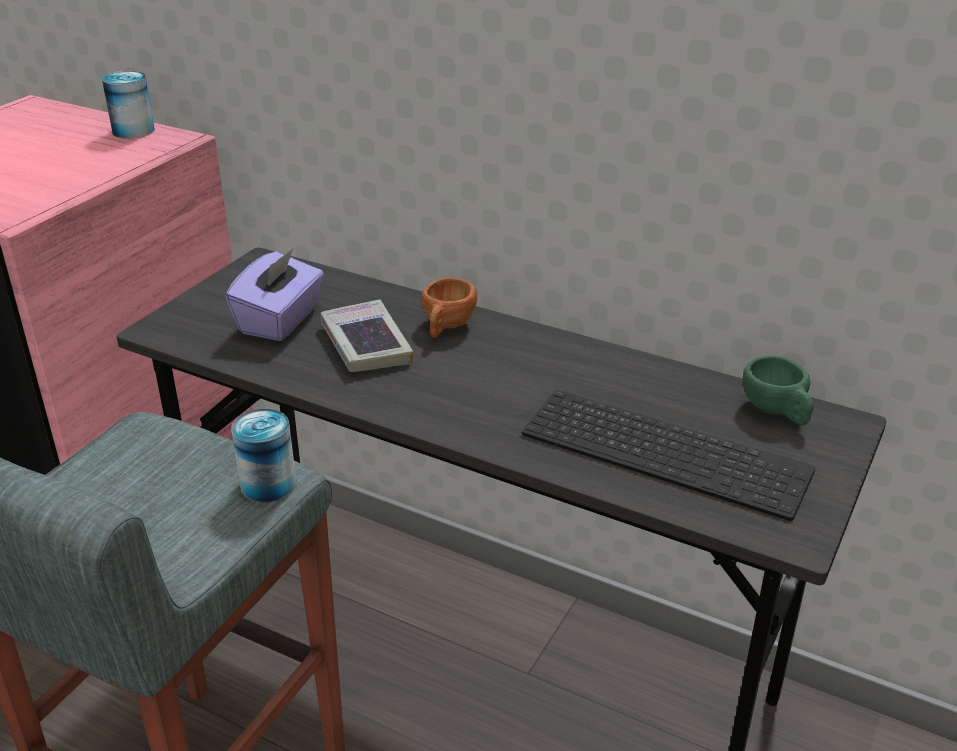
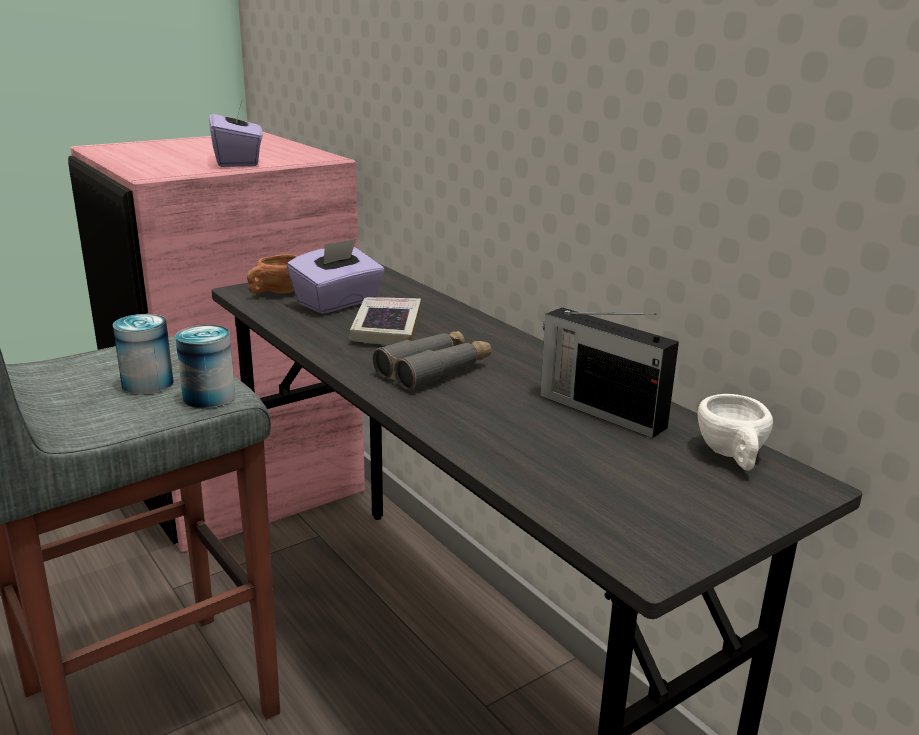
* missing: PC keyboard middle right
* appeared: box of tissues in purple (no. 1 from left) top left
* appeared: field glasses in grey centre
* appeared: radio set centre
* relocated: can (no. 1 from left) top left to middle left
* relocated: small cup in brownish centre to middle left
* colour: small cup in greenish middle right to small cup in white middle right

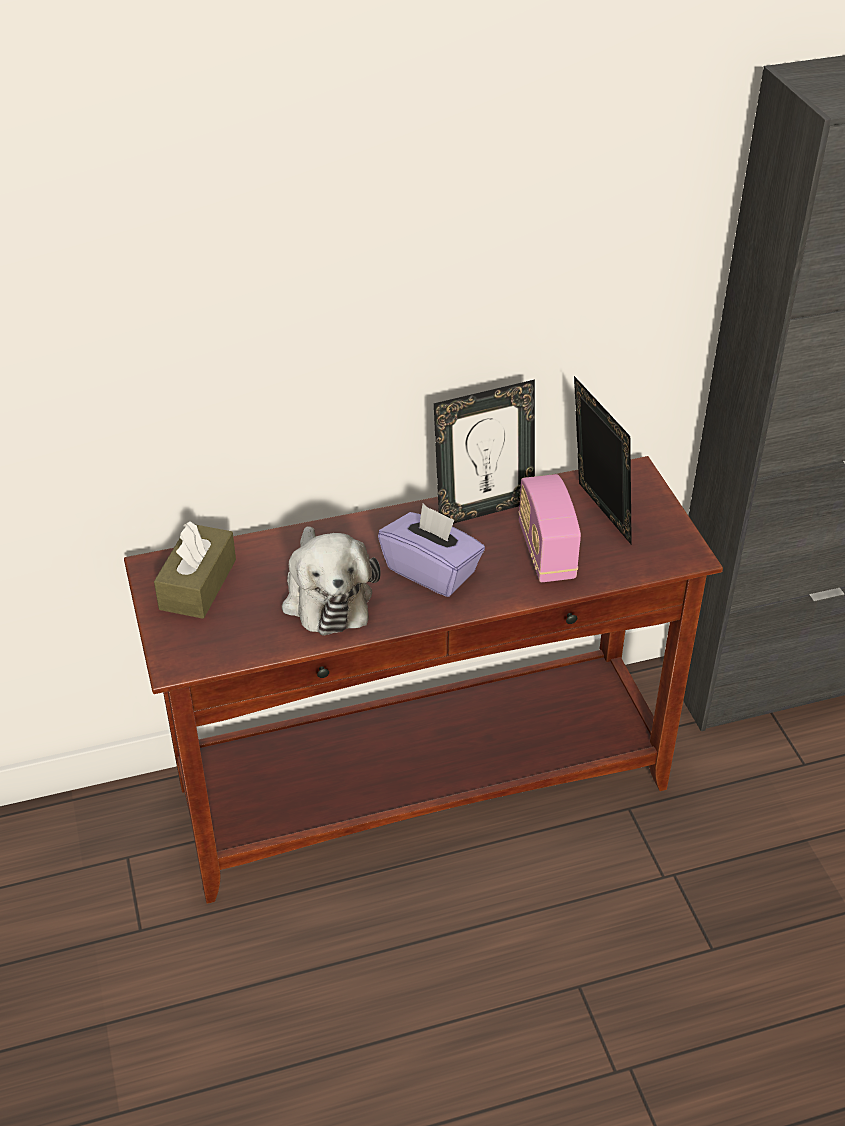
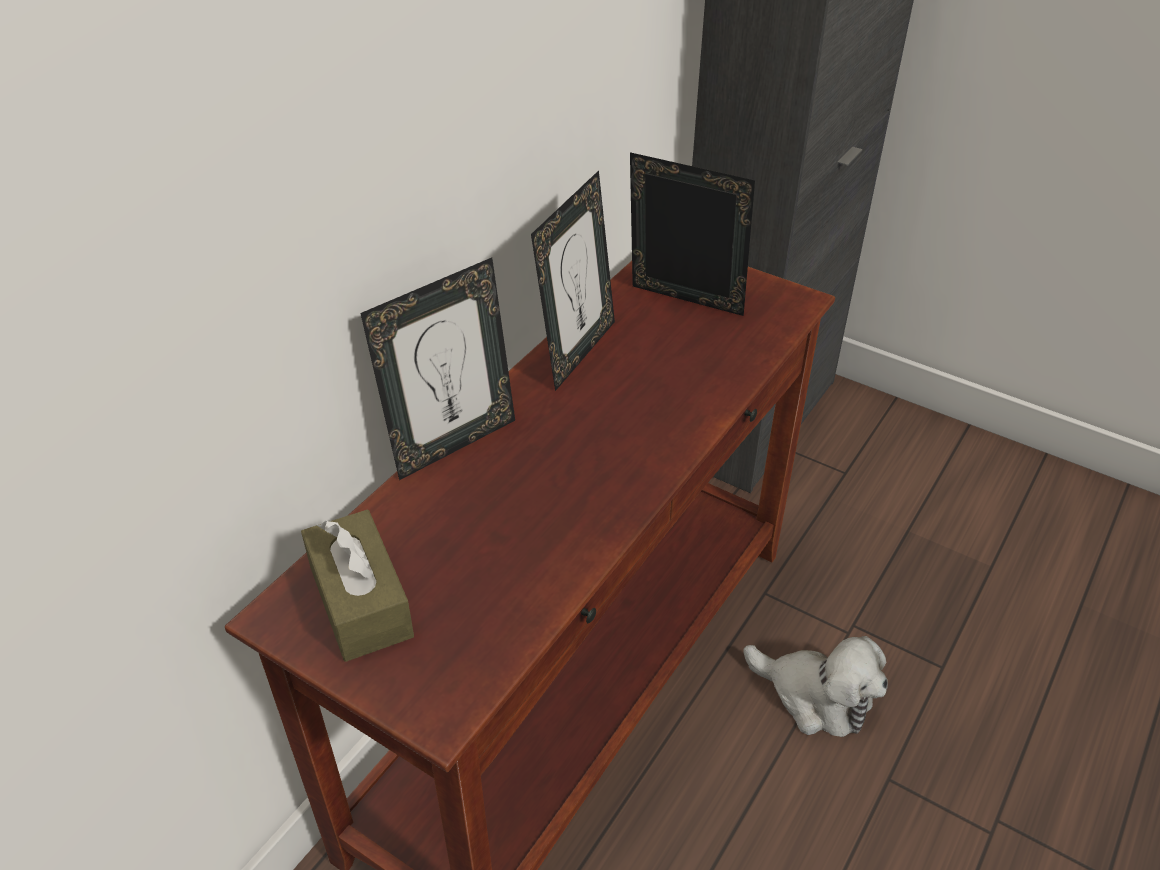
* missing: box of tissues in purple centre
* missing: radio set centre
* appeared: photo frame (no. 1 from left) centre
* relocated: cuddly toy centre to bottom right

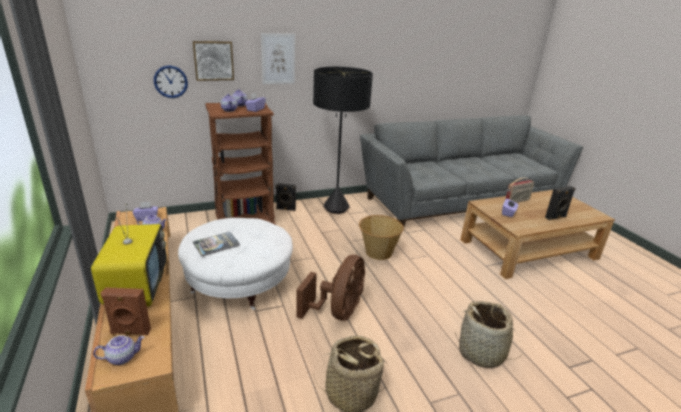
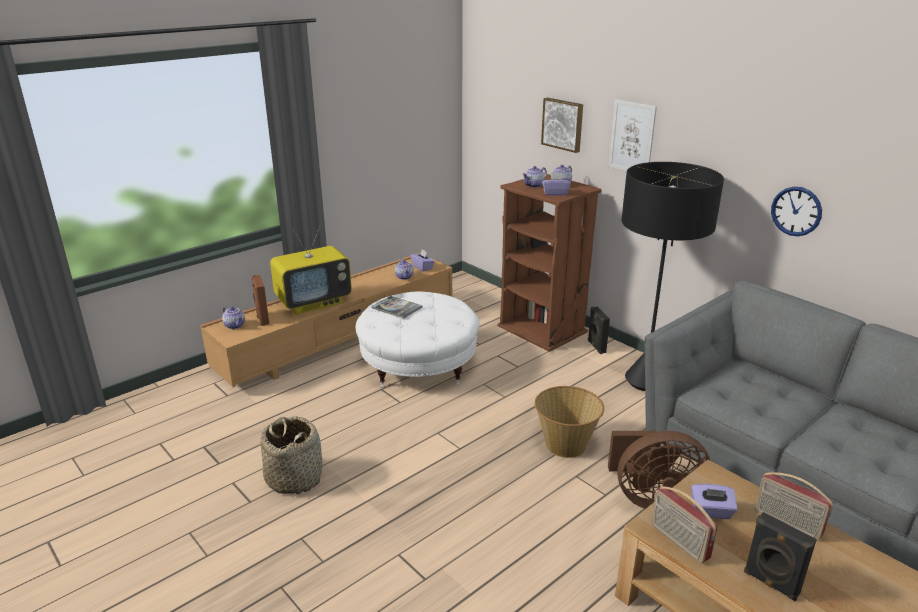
* missing: storage basket (no. 3 from left) bottom right
* appeared: radio set (no. 1 from left) bottom right
* relocated: clock on the wall top left to middle right
* relocated: fan in brownish bottom centre to bottom right

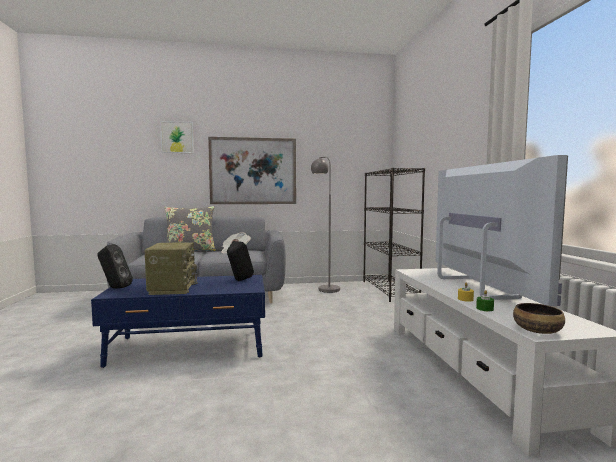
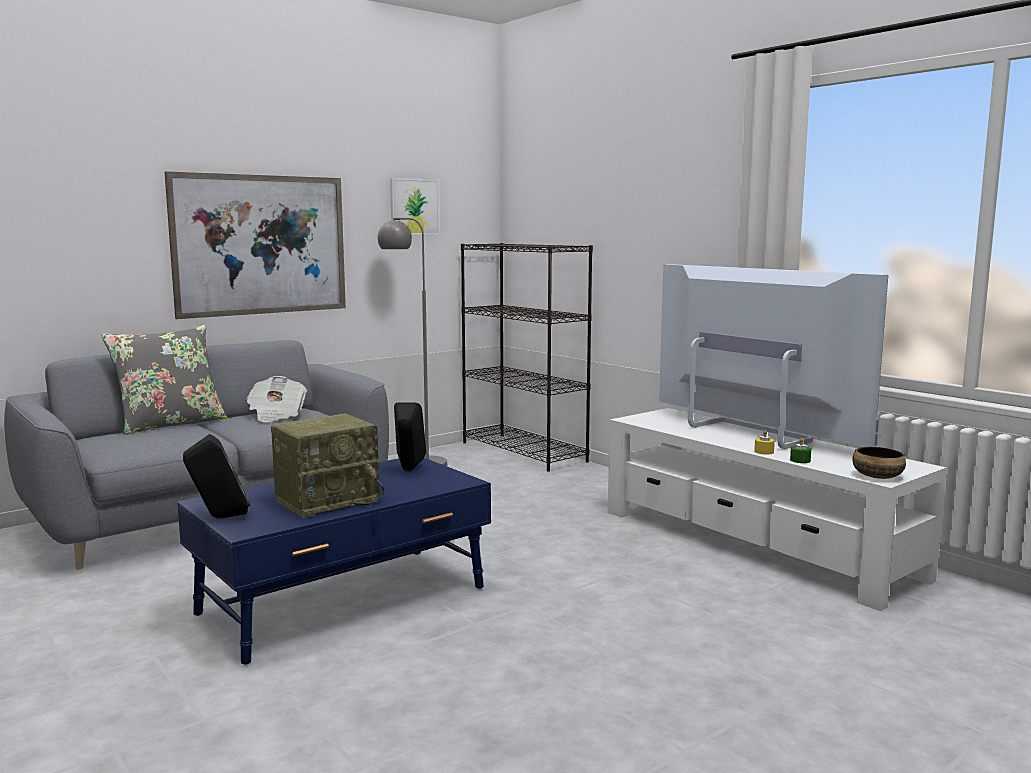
* relocated: picture (no. 1 from left in the first image) top left to picture (no. 2 from left) top centre
* spun: radio set middle left = middle left 90 degrees clockwise

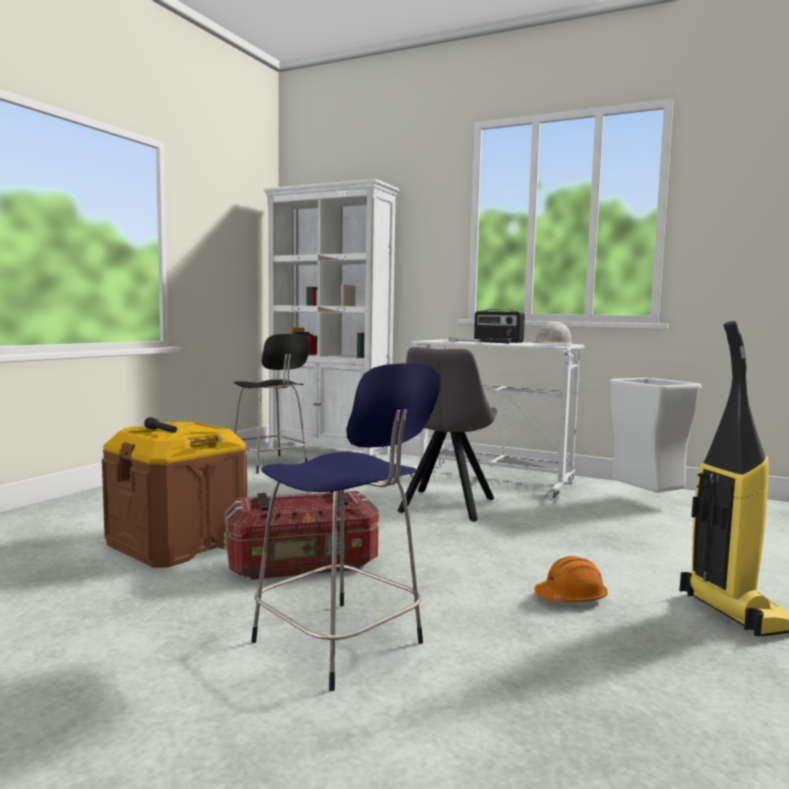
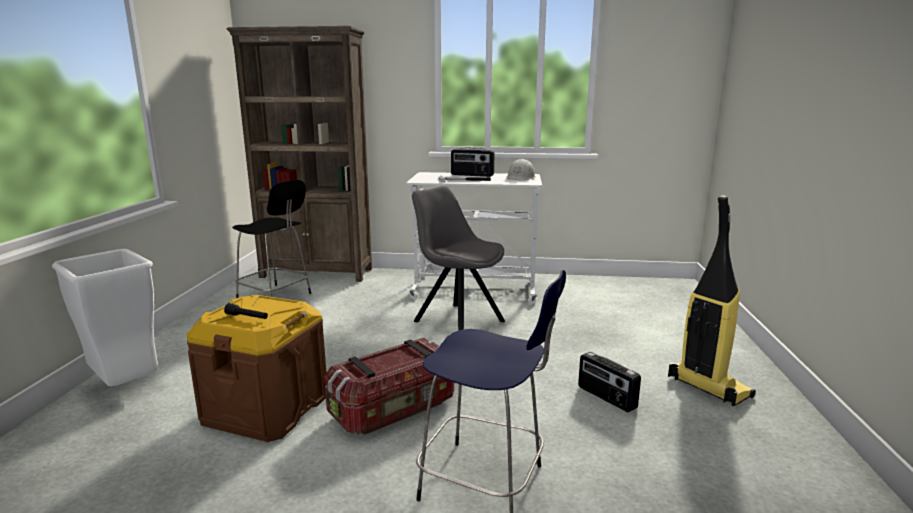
* relocated: rubbish bin in white middle right to middle left
* exchanged: hard hat in orangey bottom right to radio set (no. 2 from left) bottom right
* colour: bookcase in white centre to bookcase in brownish top left
* spun: upright chair in grey centre = centre 135 degrees clockwise

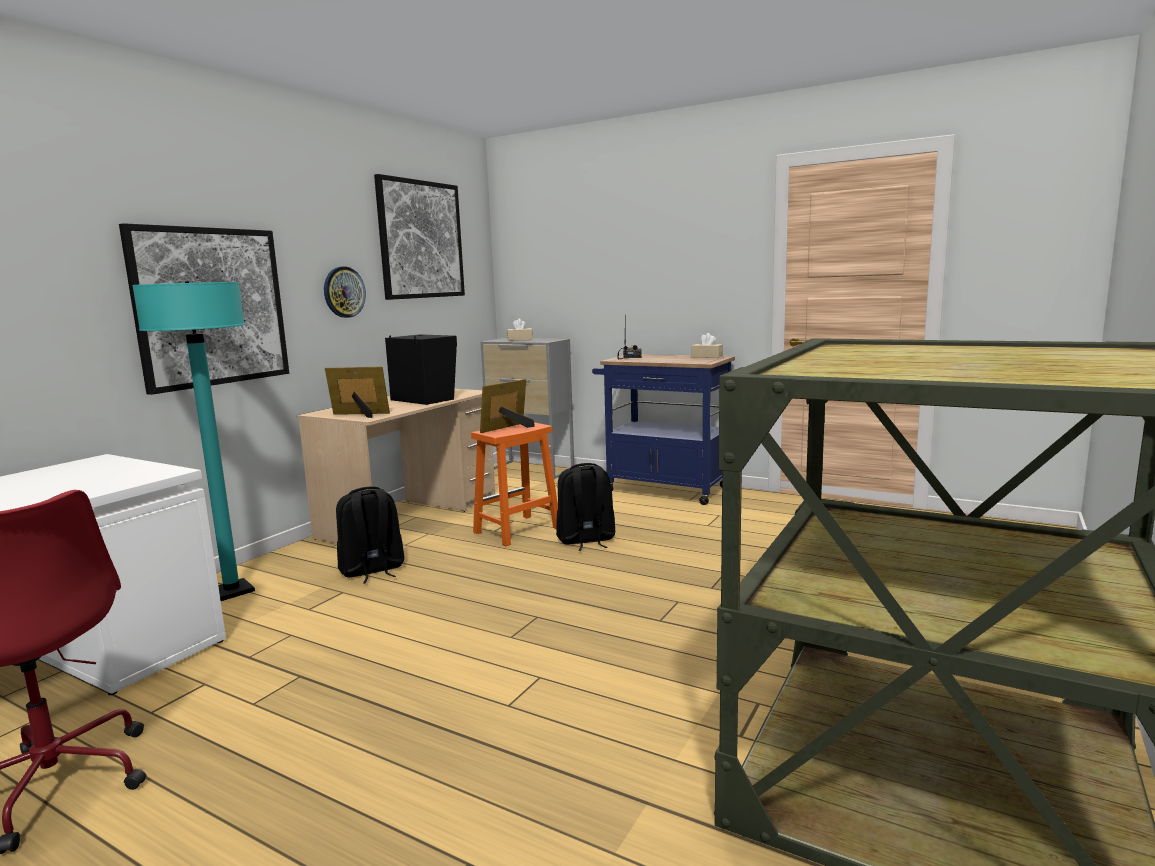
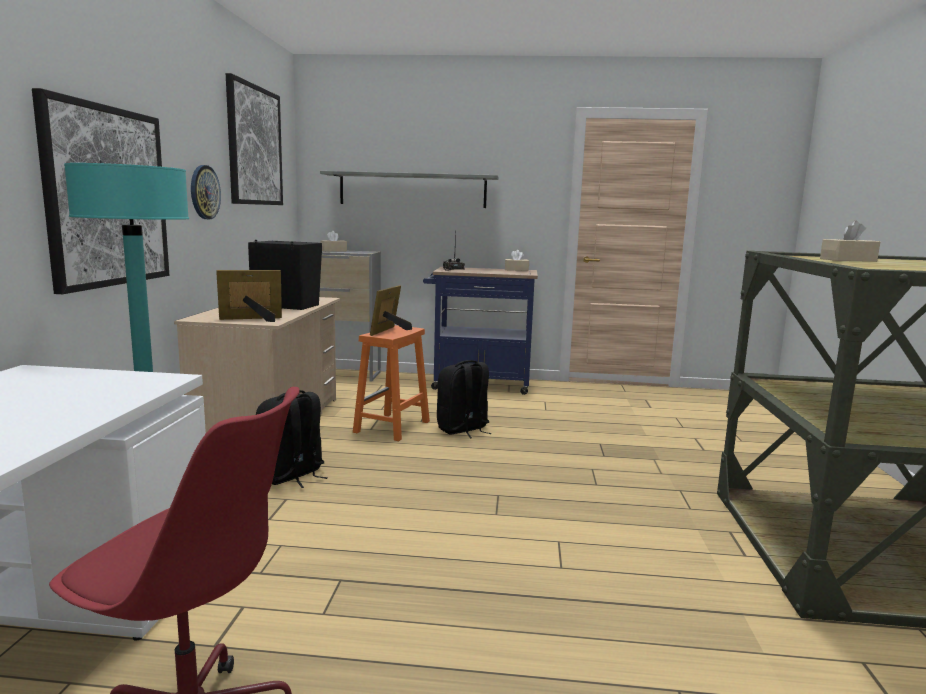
* appeared: bracket shelf in grey top centre
* appeared: box of tissues in beige-coloured (no. 3 from left) middle right

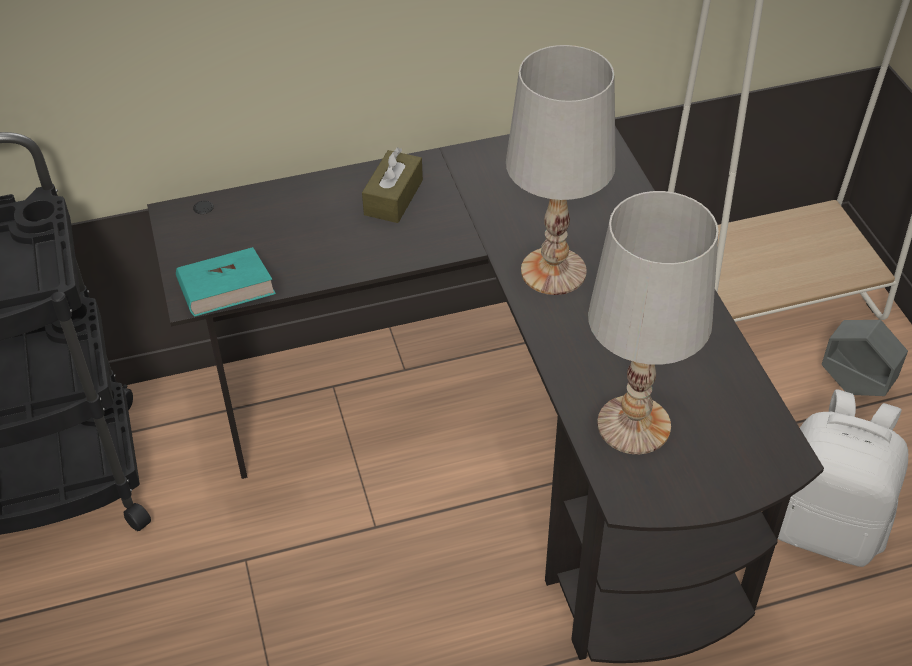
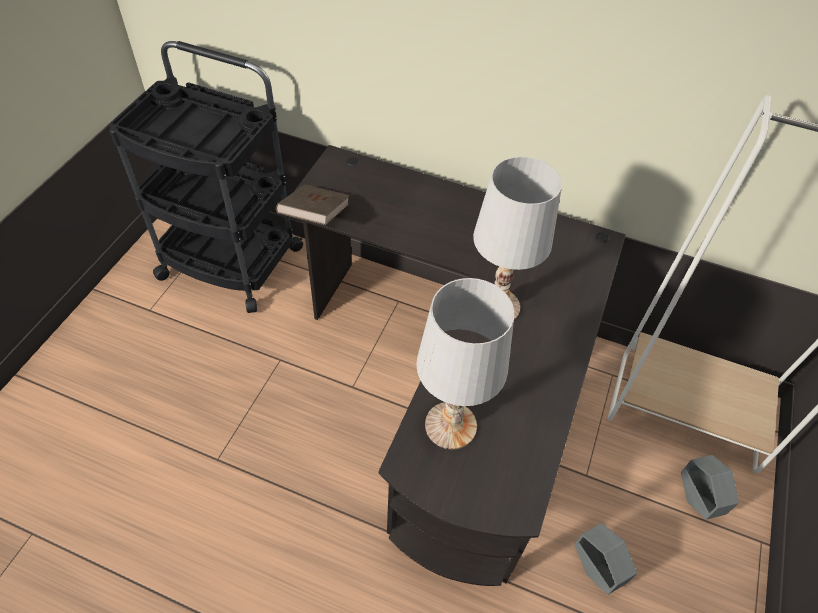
* missing: box of tissues in brownish top centre
* exchanged: rucksack in white bottom right to flower pot in grey (no. 1 from left) bottom right
* colour: bound book in turquoise middle left to bound book in brownish top centre

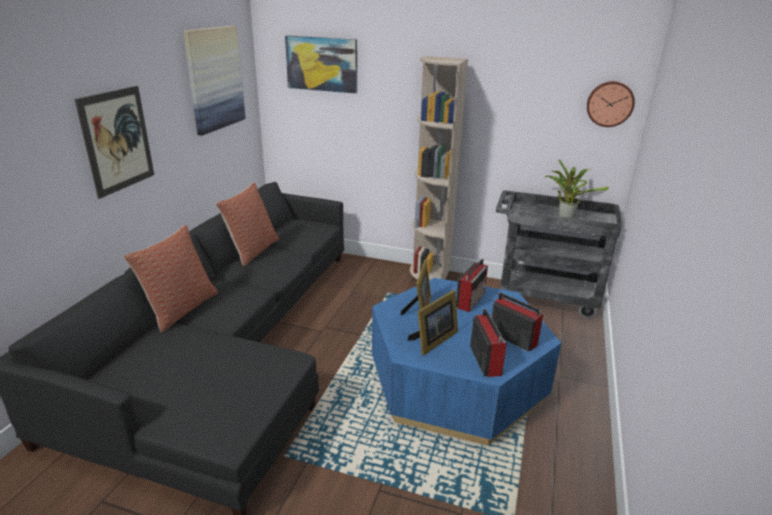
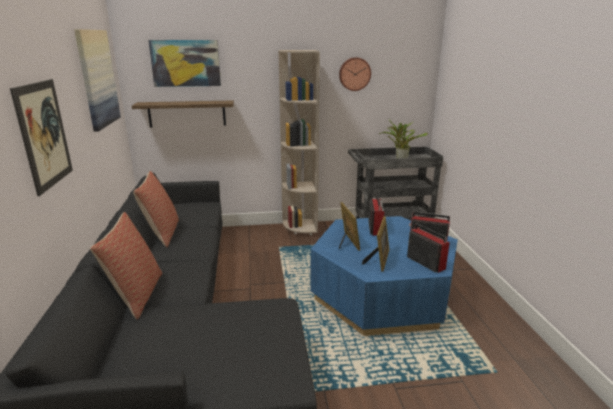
* appeared: bracket shelf top left
* relocated: clock on the wall top right to top centre

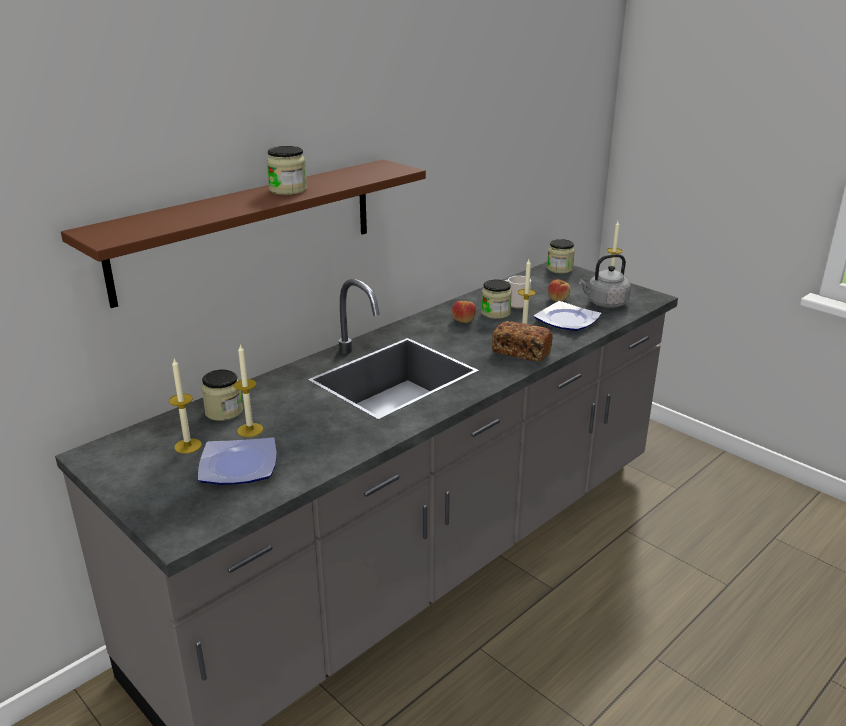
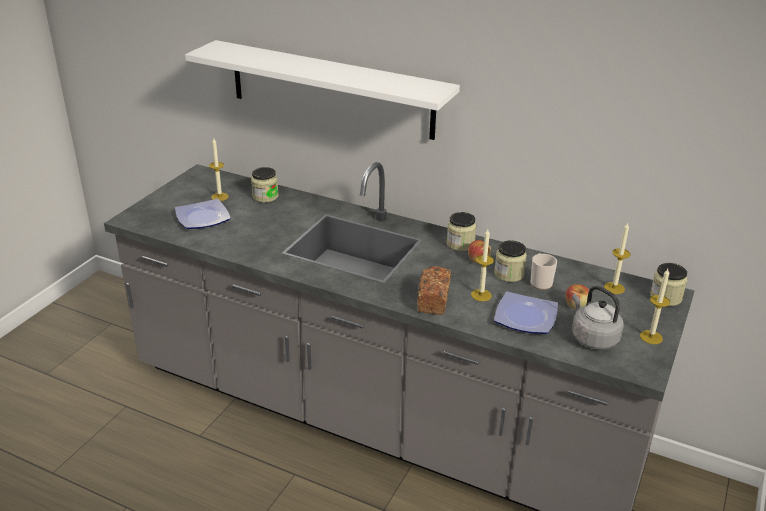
* relocated: wax candle (no. 2 from left in the first image) middle left to wax candle (no. 3 from left) middle right
* relocated: storage jar (no. 2 from left) top centre to centre
* colour: bracket shelf in brownish top left to bracket shelf in white top centre

